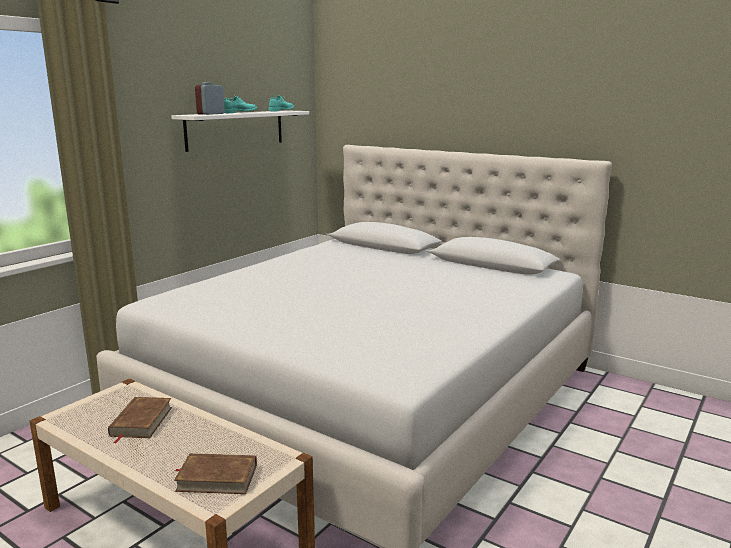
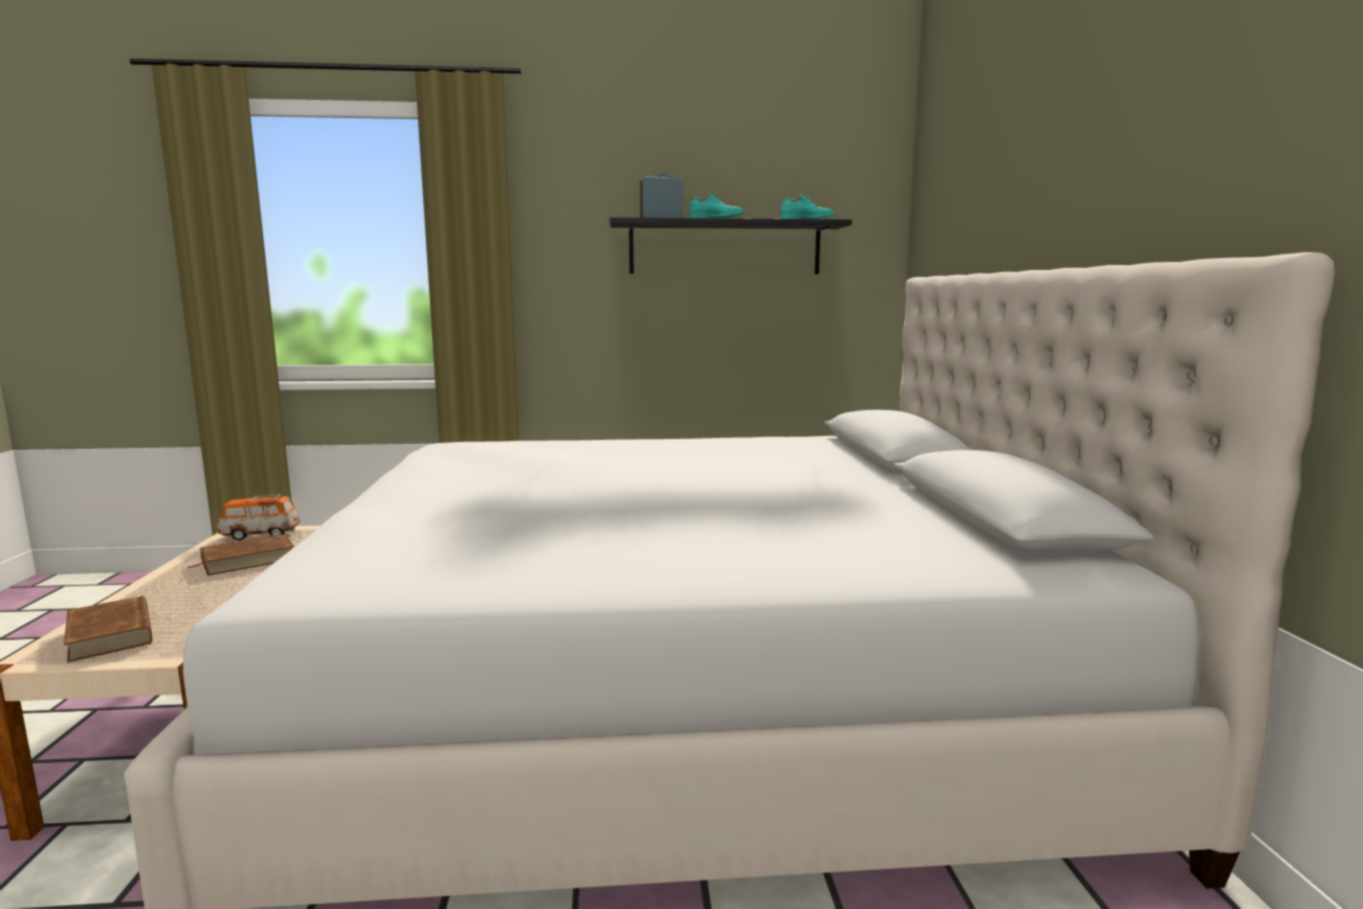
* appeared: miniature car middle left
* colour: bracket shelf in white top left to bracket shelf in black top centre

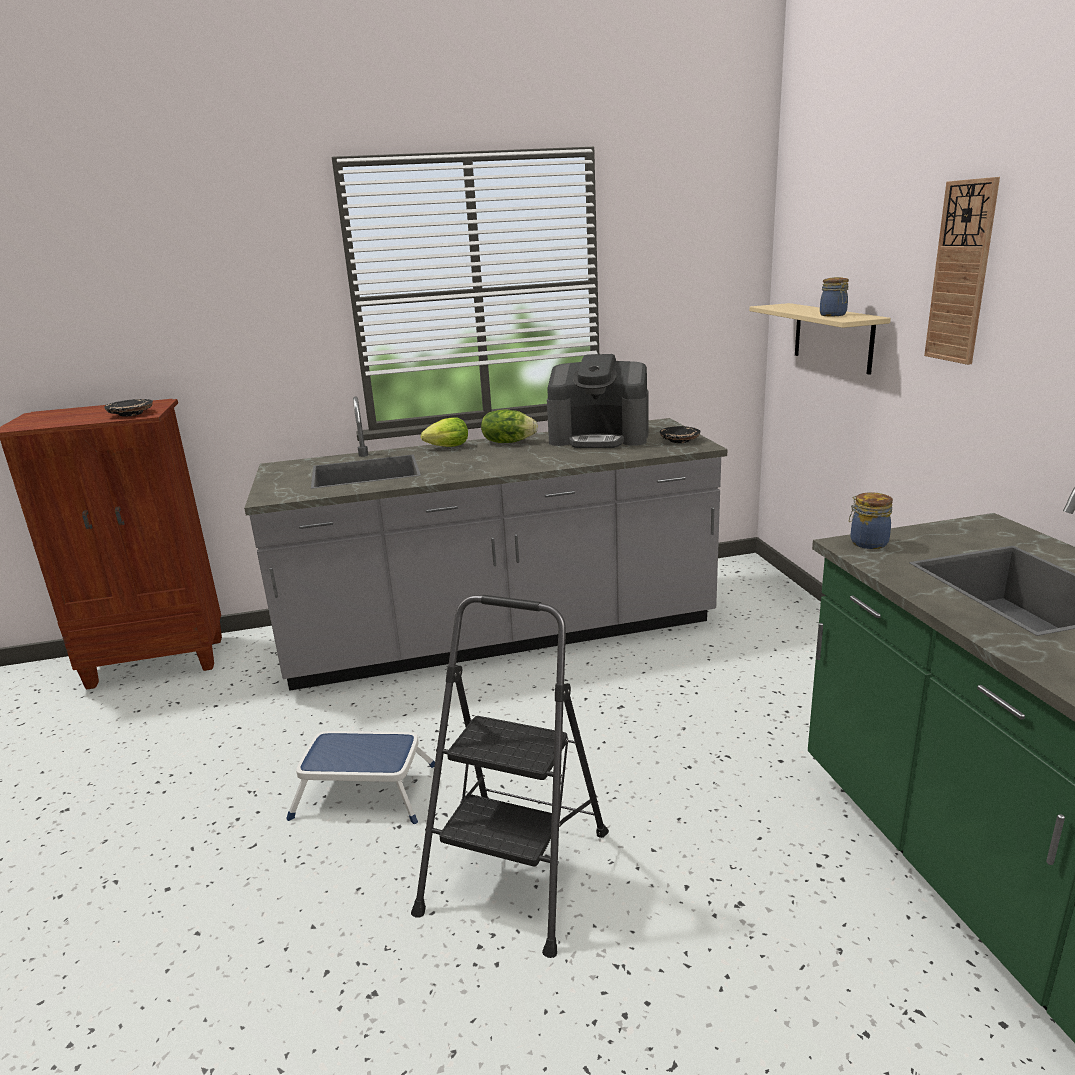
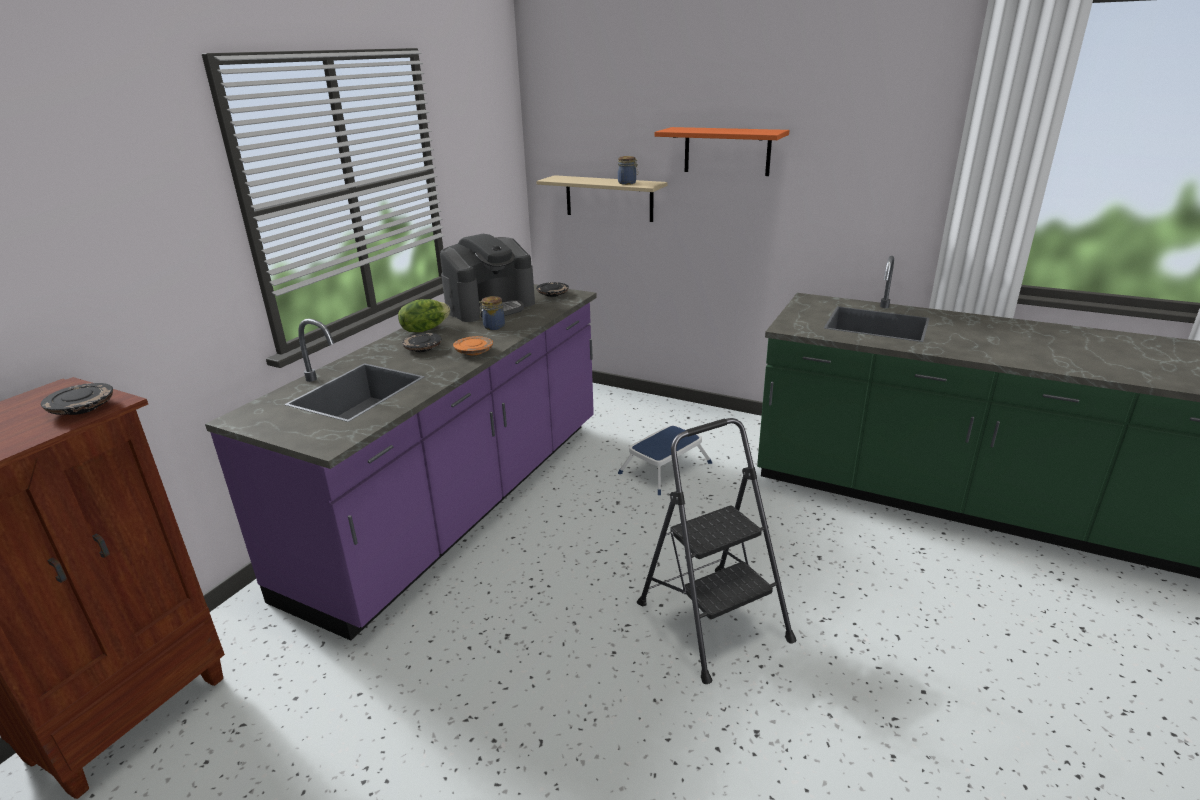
* missing: head of lettuce (no. 1 from left) centre
* appeared: flat dish in black (no. 2 from left) centre
* appeared: flat dish in orangey centre
* relocated: step stool in blue bottom centre to centre
* relocated: storage jar (no. 2 from left in the first image) middle right to storage jar (no. 1 from left) centre
* exchanged: clock on the wall top right to bracket shelf in orangey top centre
* colour: counter in grey centre to counter in purple centre

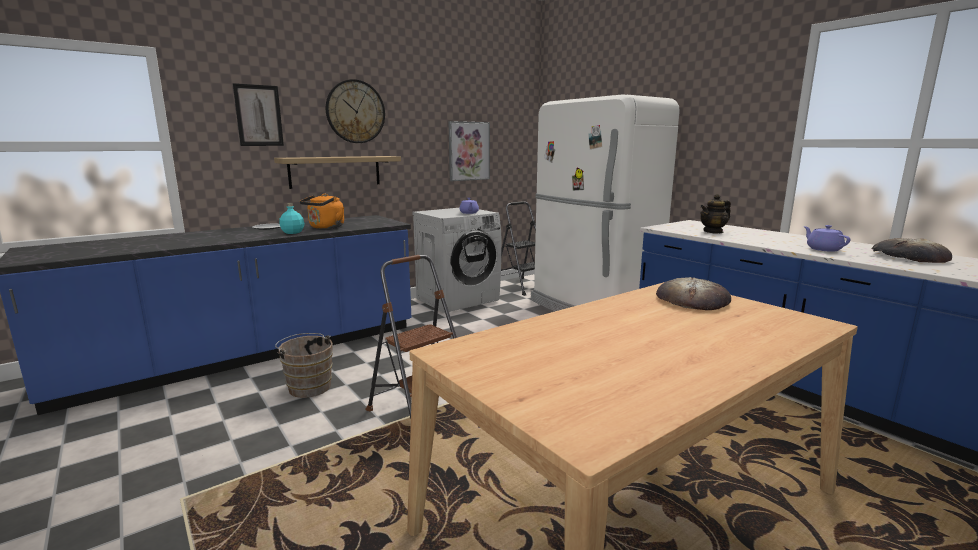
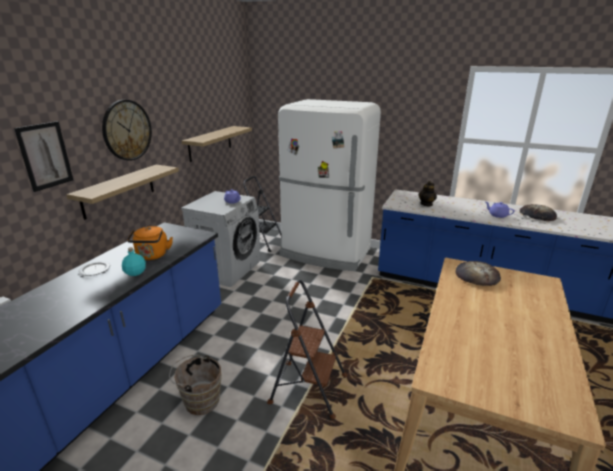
* exchanged: picture (no. 2 from left) top centre to bracket shelf (no. 2 from left) top centre

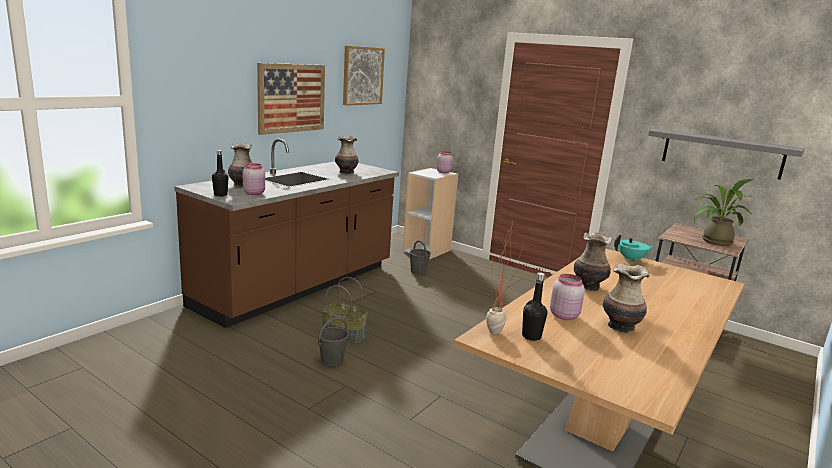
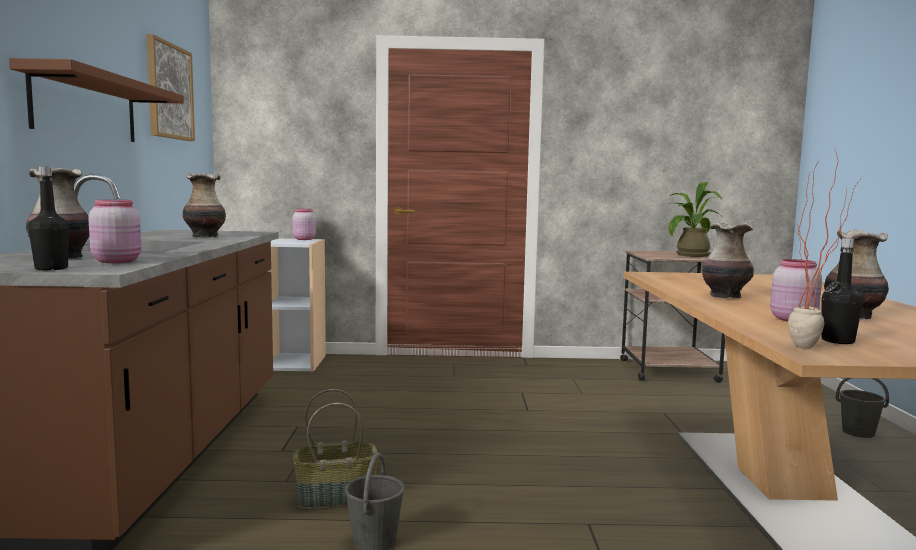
* missing: pot for tea in turquoise middle right
* missing: bracket shelf in grey top right
* relocated: water bucket in grey (no. 2 from left) centre to bottom right
* exchanged: picture (no. 1 from left) top centre to bracket shelf in brownish top left

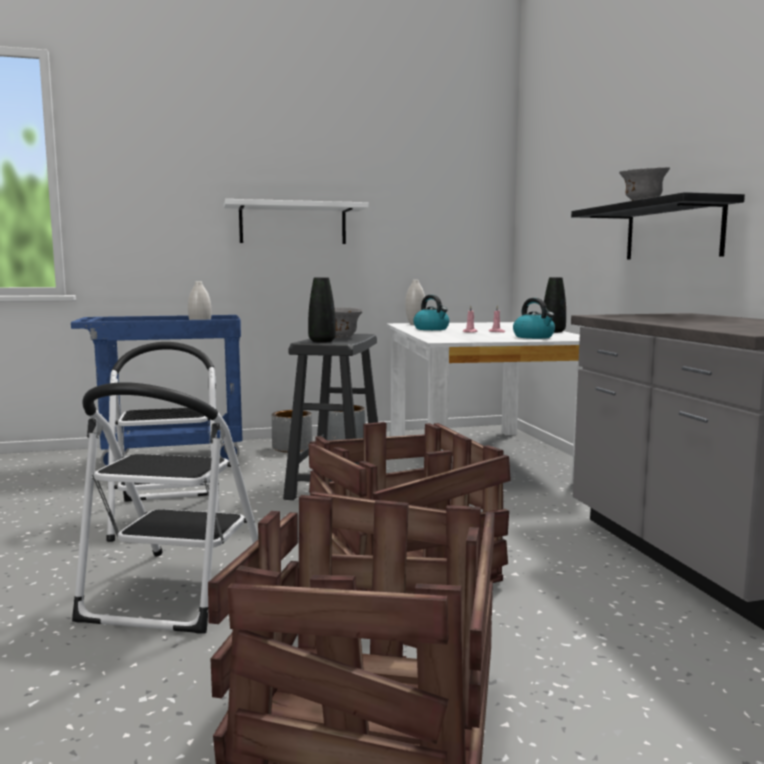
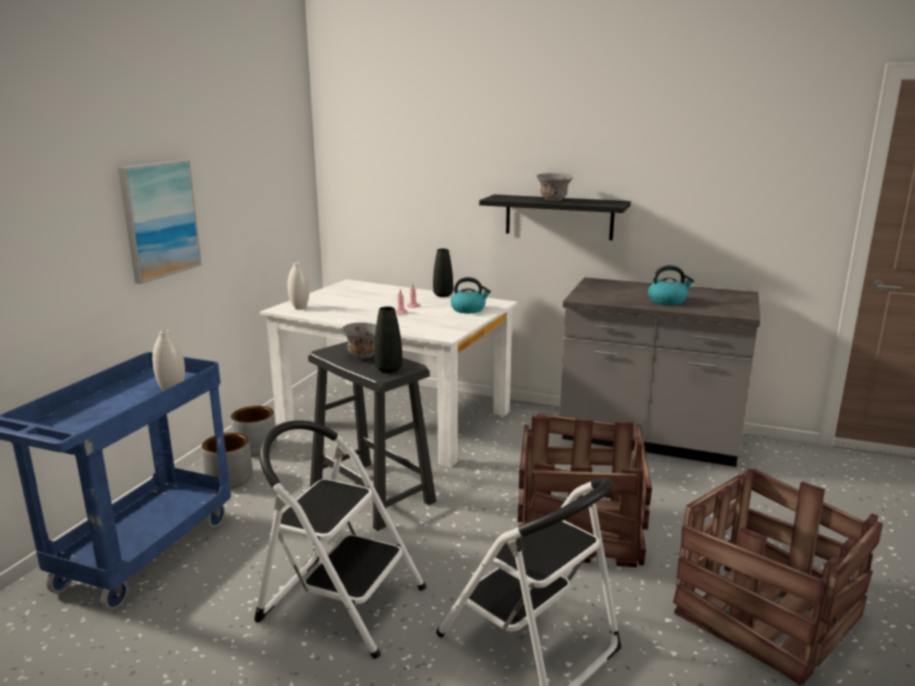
* relocated: tea kettle (no. 1 from left in the first image) centre to tea kettle (no. 2 from left) middle right
* exchanged: bracket shelf in white top centre to picture top left

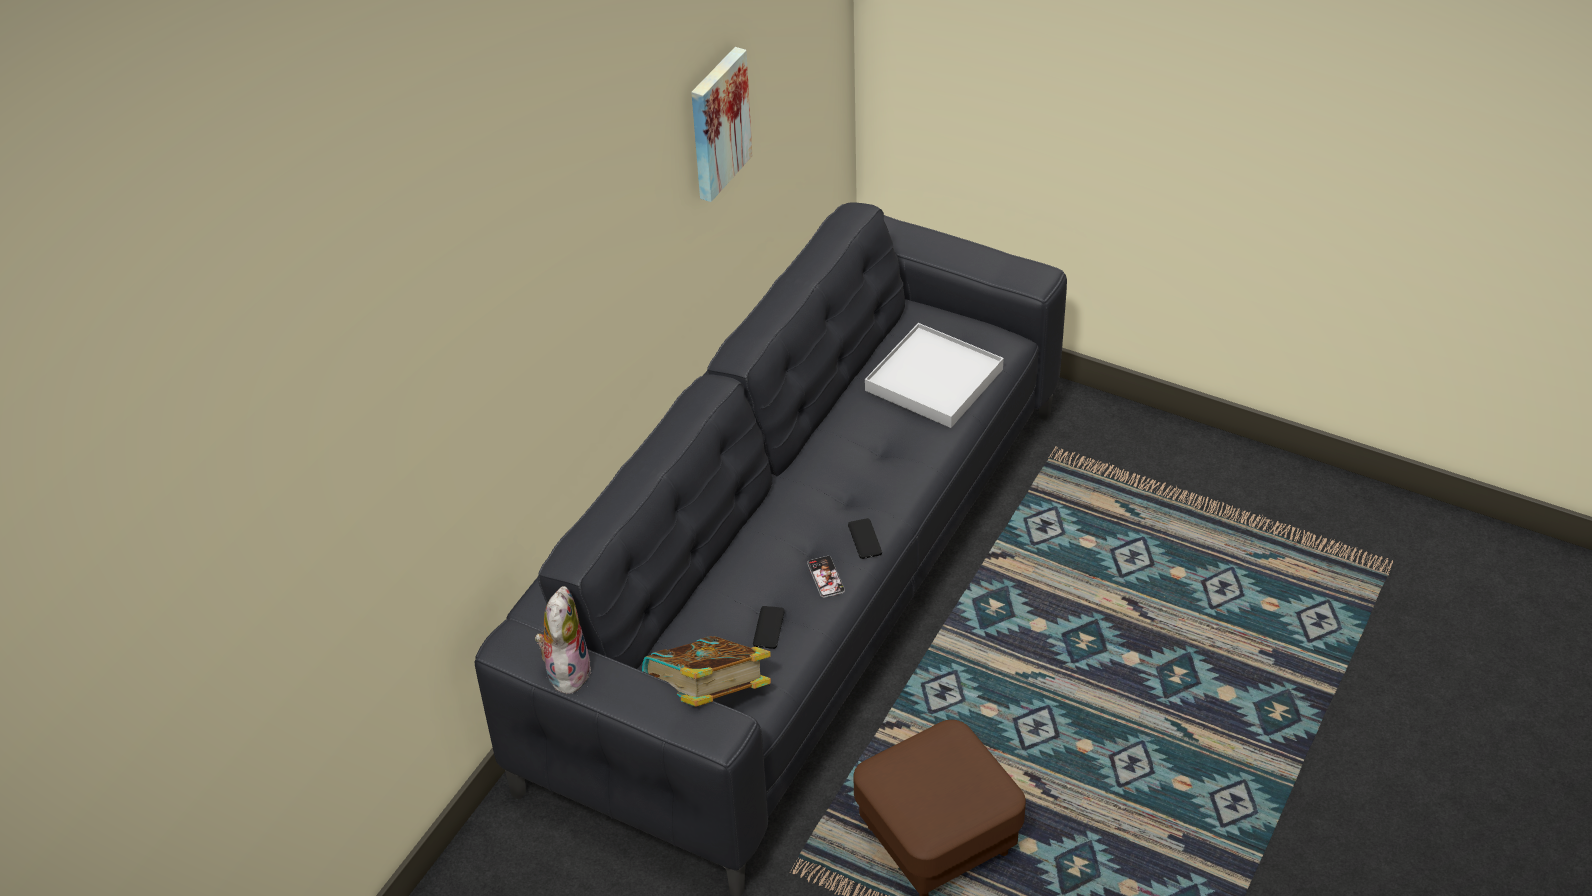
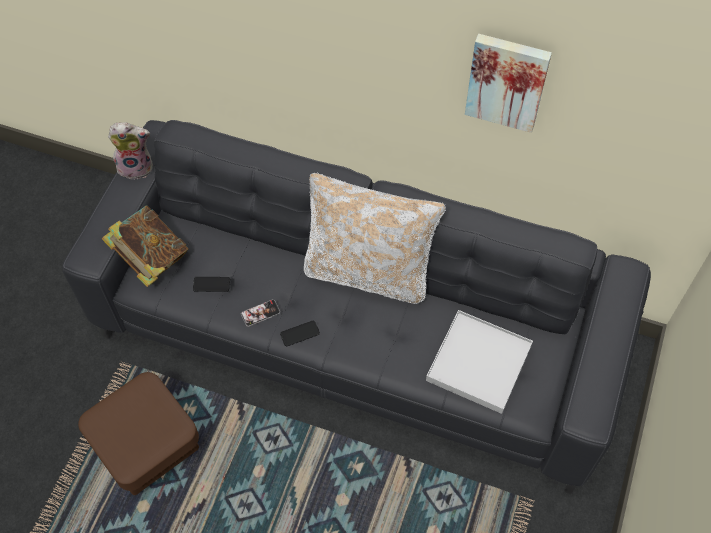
* appeared: cushion in white centre

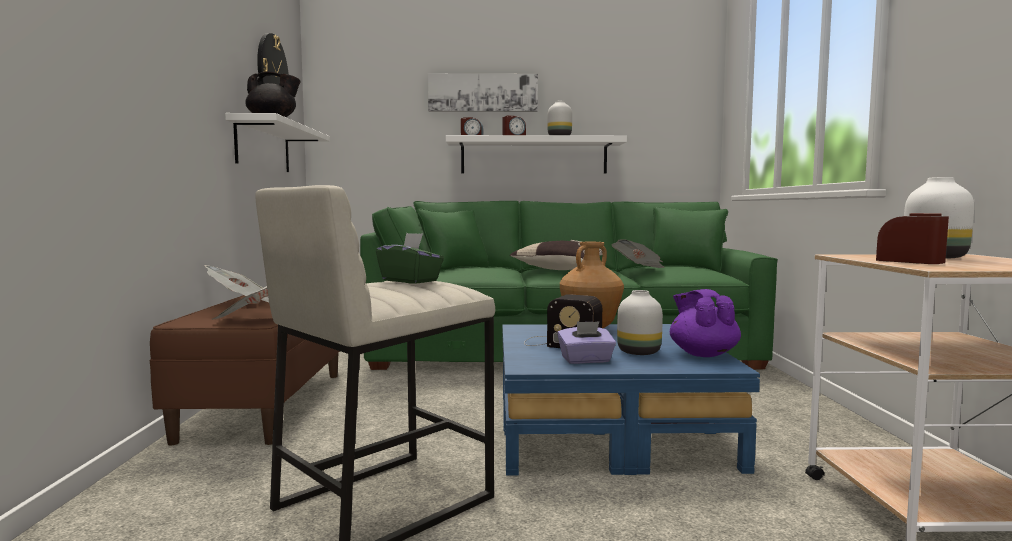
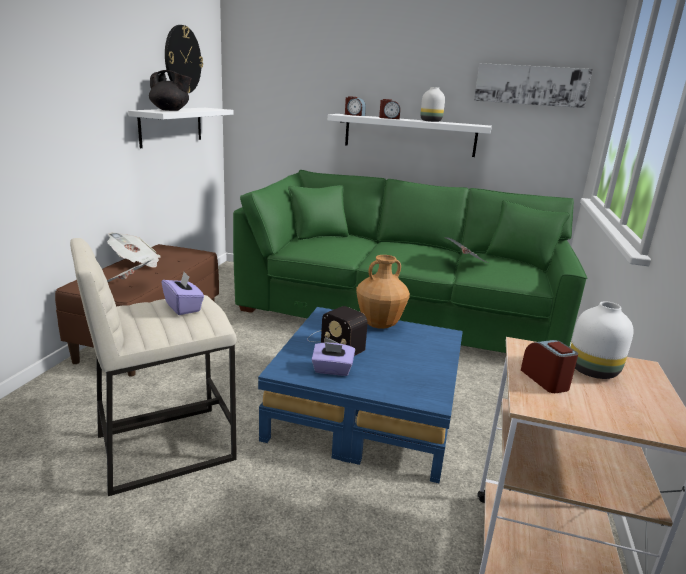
* missing: cushion centre
* missing: vase in white (no. 2 from left) centre
* missing: pot for tea in purple middle right
* relocated: picture top centre to top right
* colour: box of tissues in greenish centre to box of tissues in purple (no. 1 from left) middle left

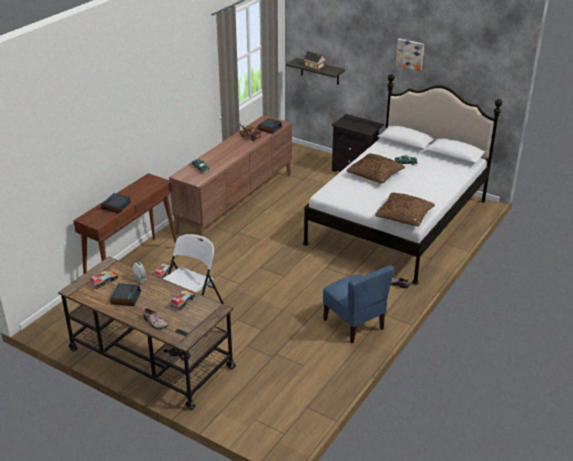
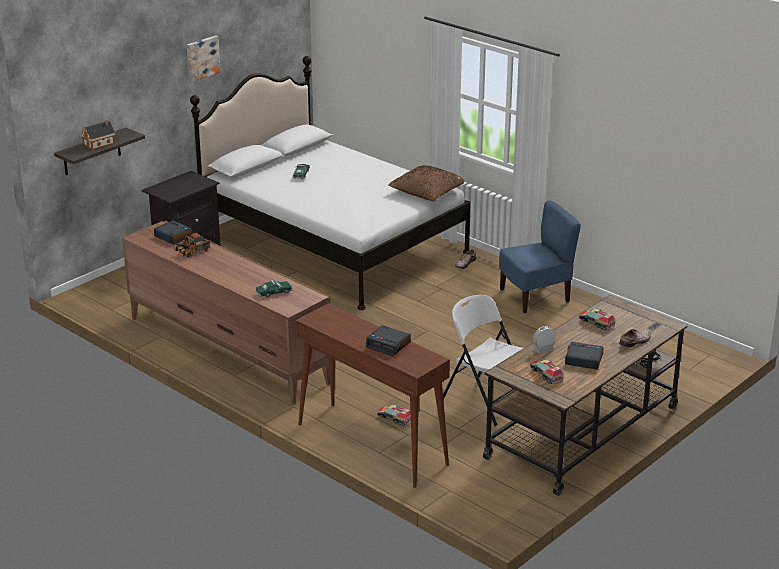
* missing: cushion in brownish (no. 1 from left) centre

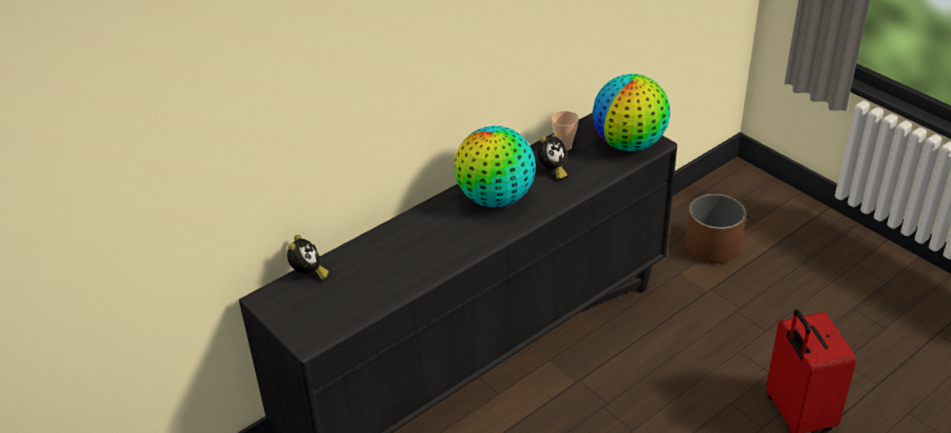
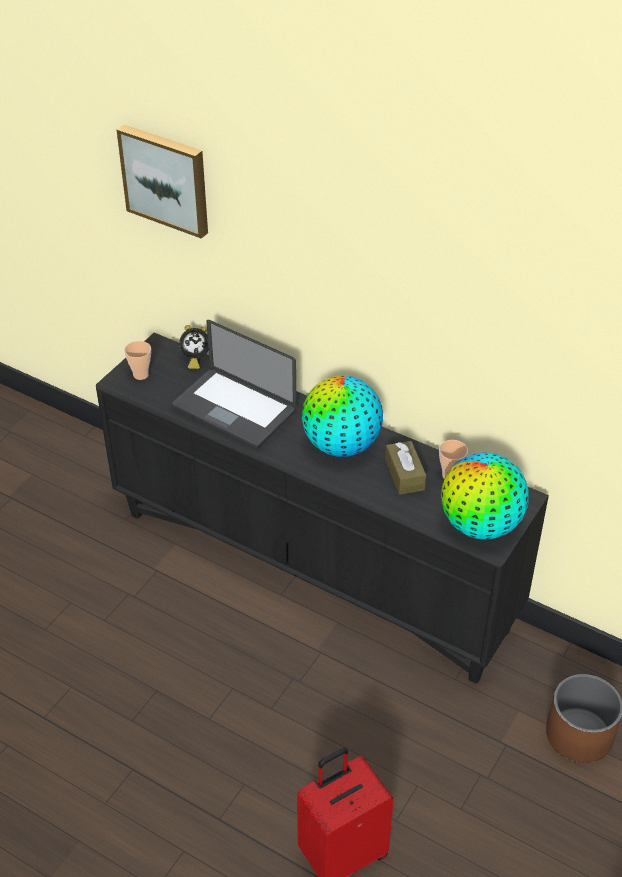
* appeared: picture top left
* appeared: small cup (no. 1 from left) middle left
* appeared: portable computer centre
* exchanged: table clock (no. 2 from left) centre to box of tissues in brownish centre

